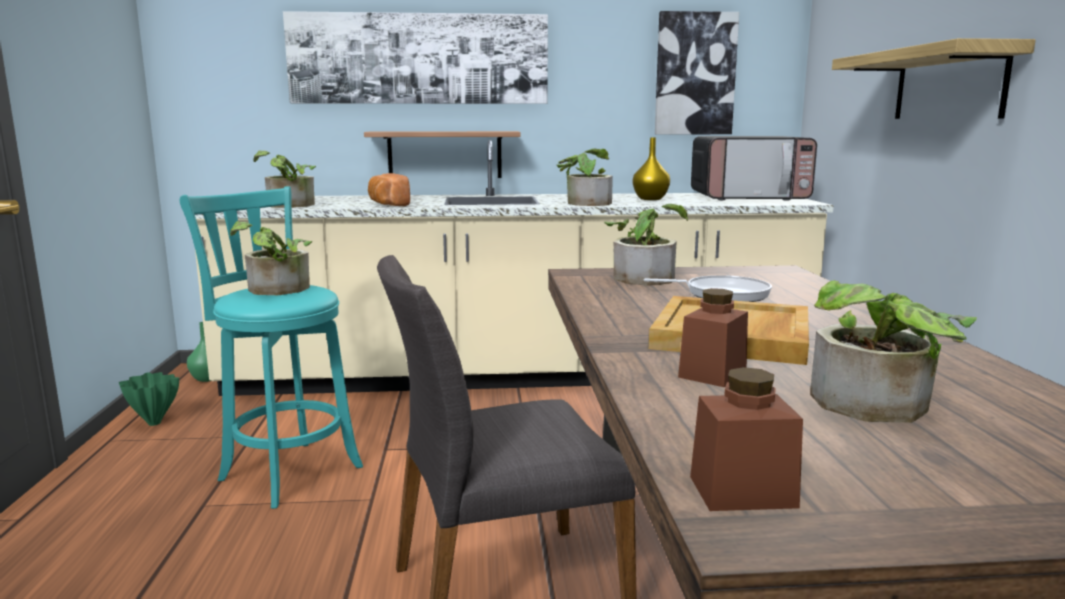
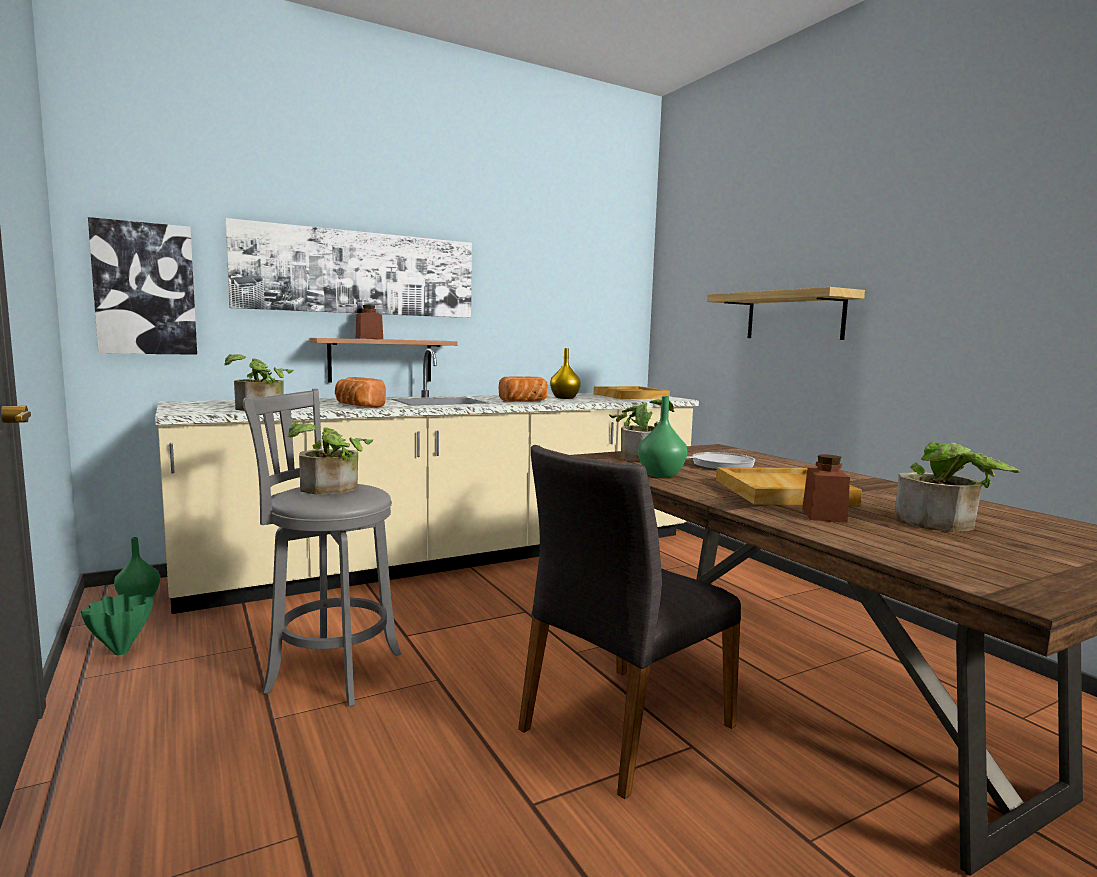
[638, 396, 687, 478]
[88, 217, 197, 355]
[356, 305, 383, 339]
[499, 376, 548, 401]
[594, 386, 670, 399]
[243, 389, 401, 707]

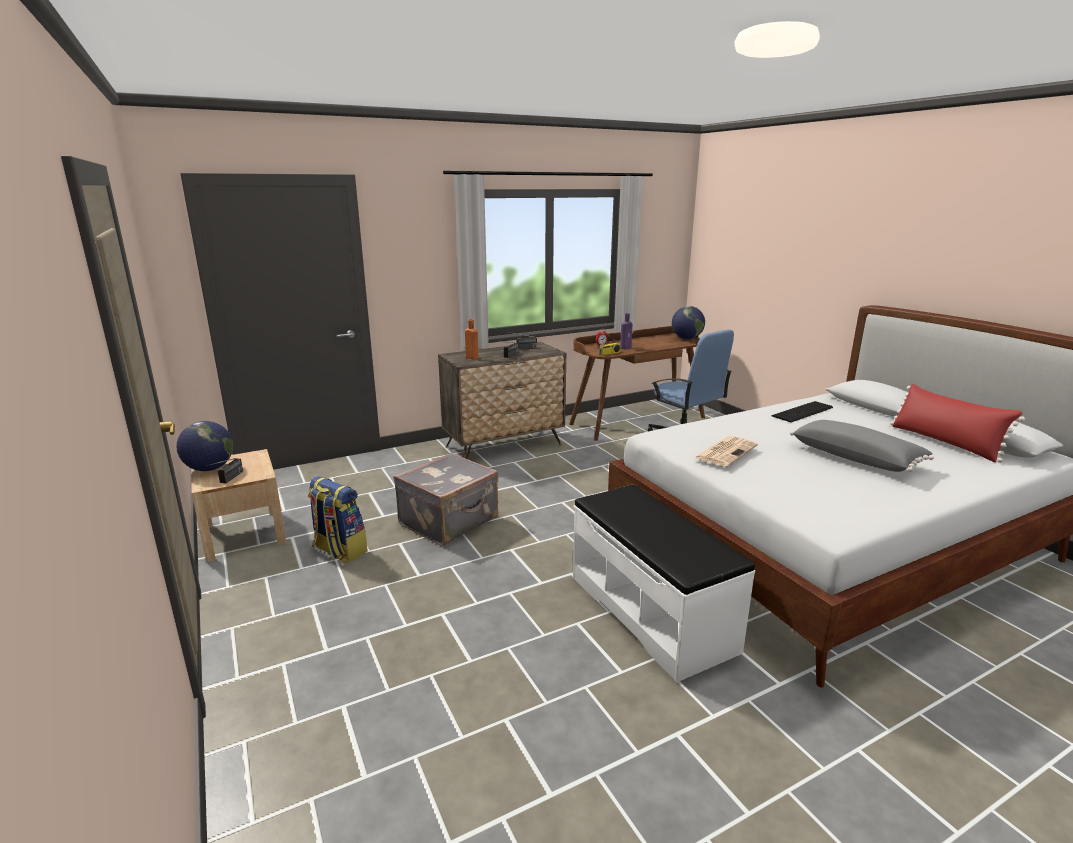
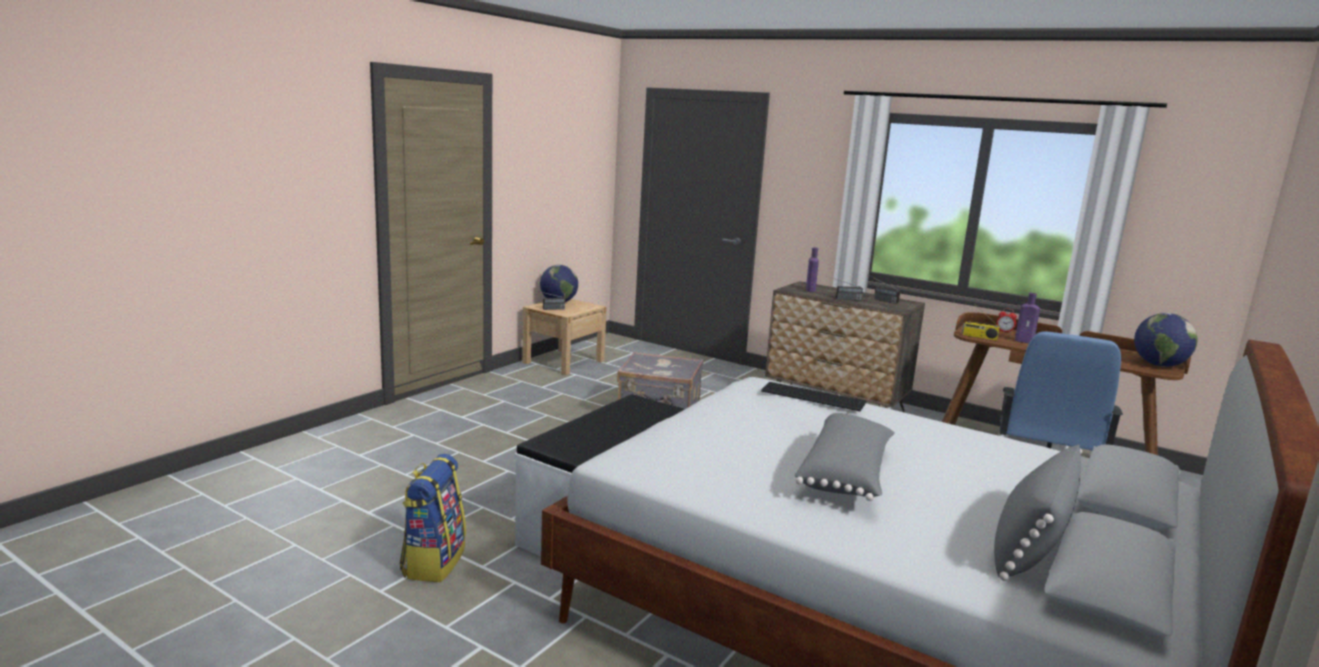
[694, 436, 758, 467] (first image)
[400, 454, 466, 582]
[761, 382, 867, 411]
[806, 247, 819, 292]
[994, 445, 1082, 581]

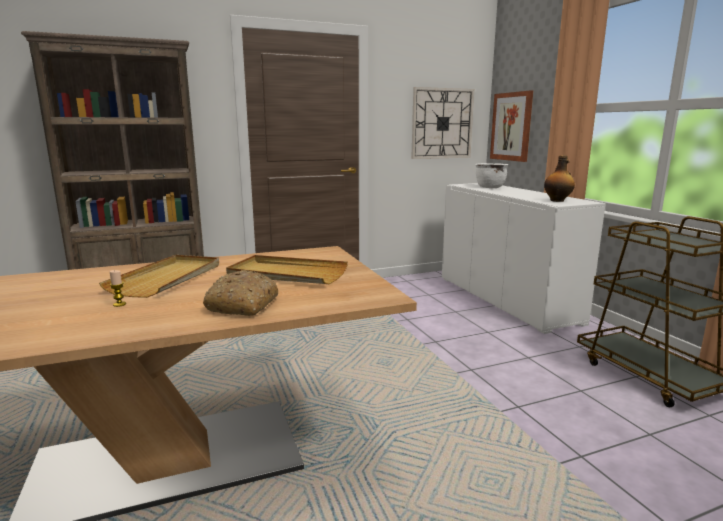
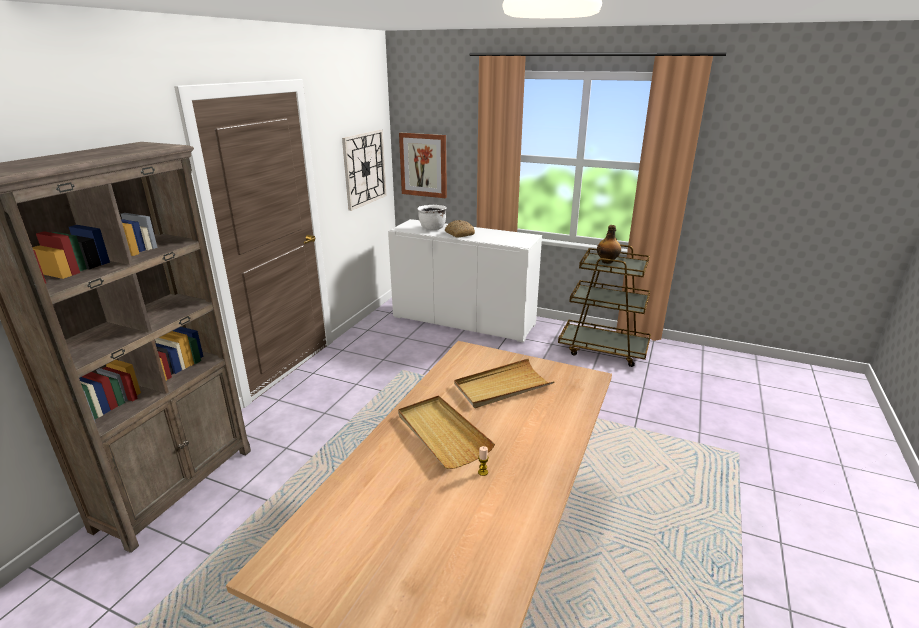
[445, 220, 475, 238]
[597, 225, 621, 264]

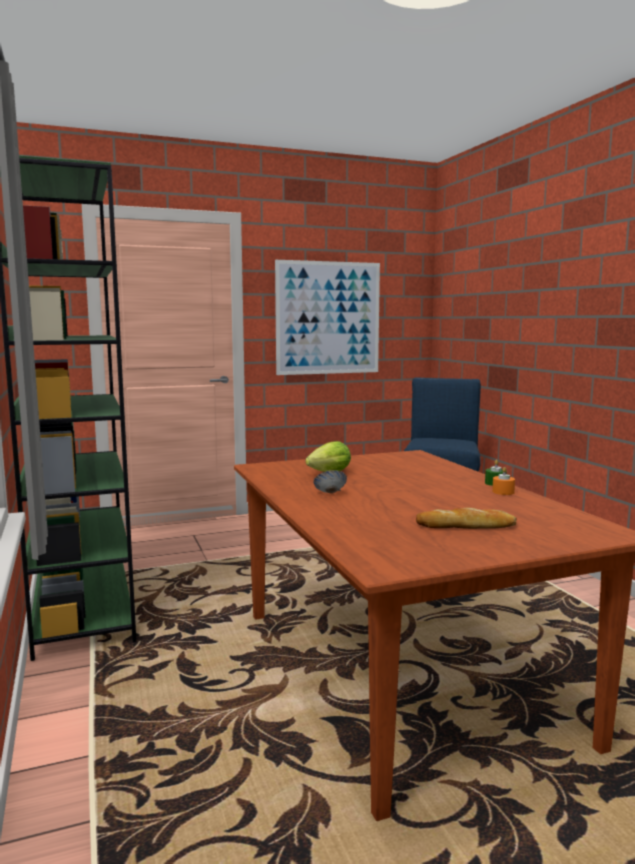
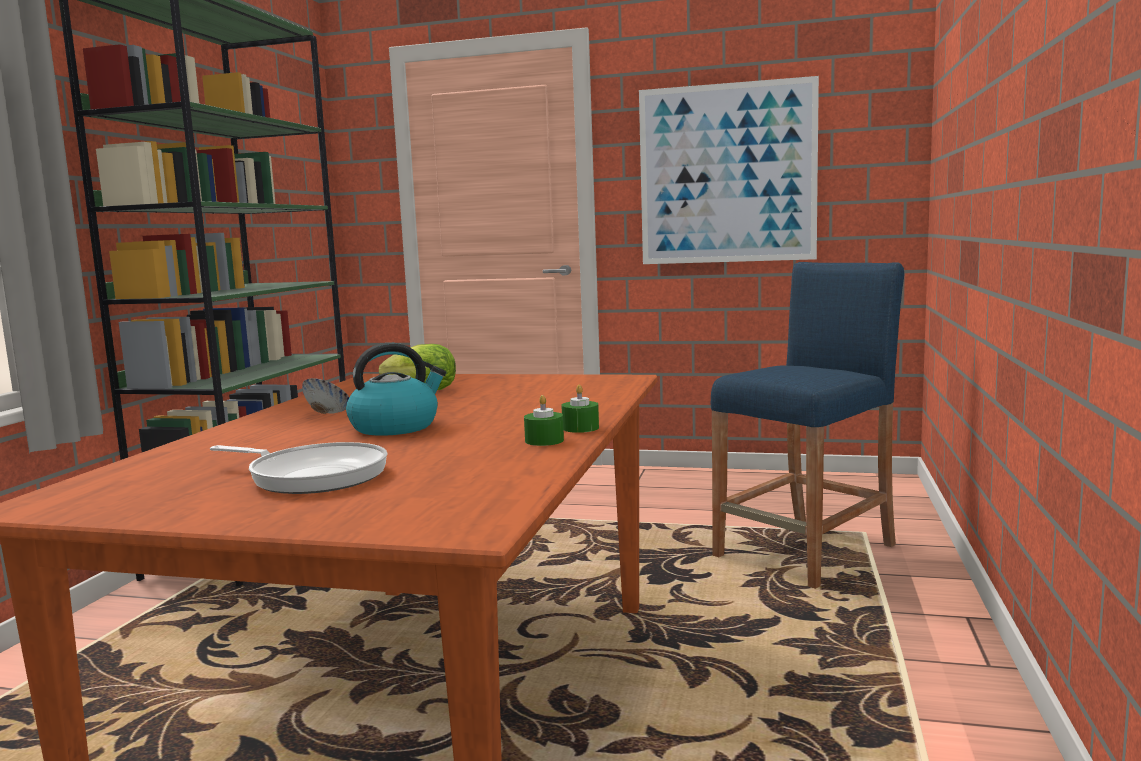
[346, 343, 446, 436]
[210, 442, 388, 494]
[524, 395, 564, 446]

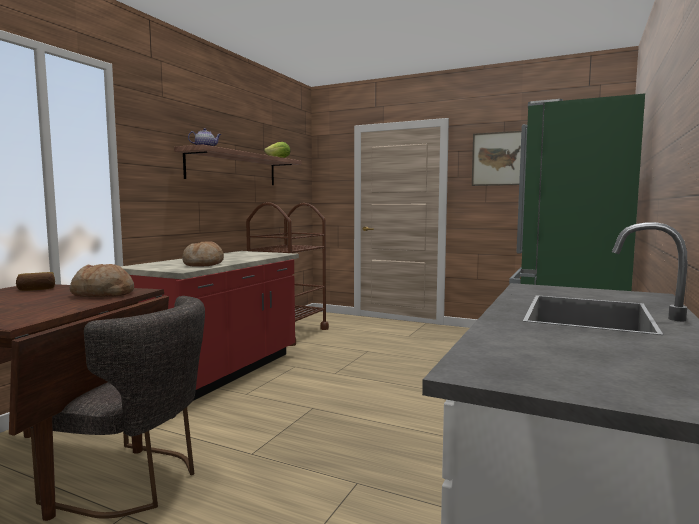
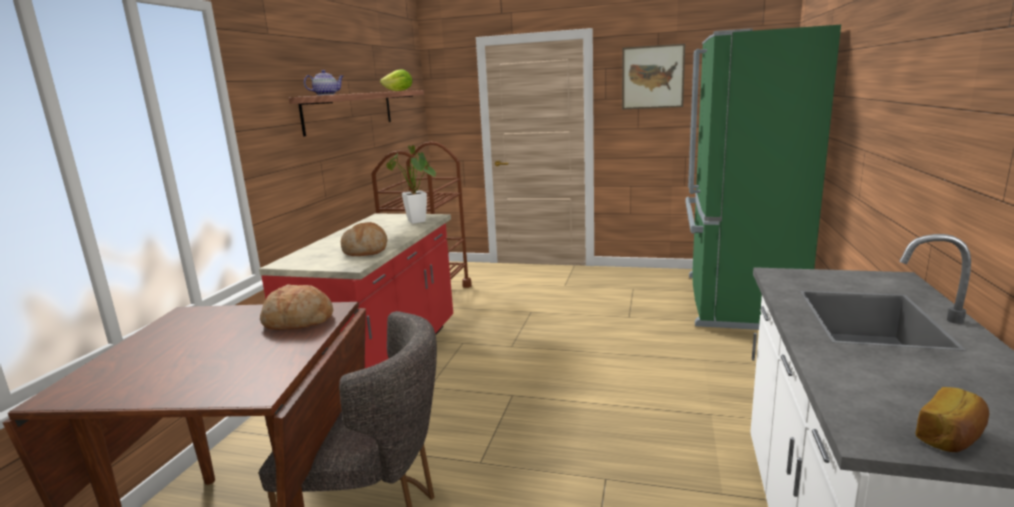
[386, 146, 436, 224]
[915, 387, 989, 452]

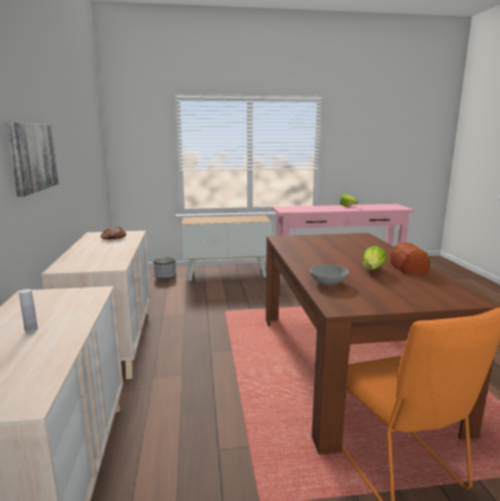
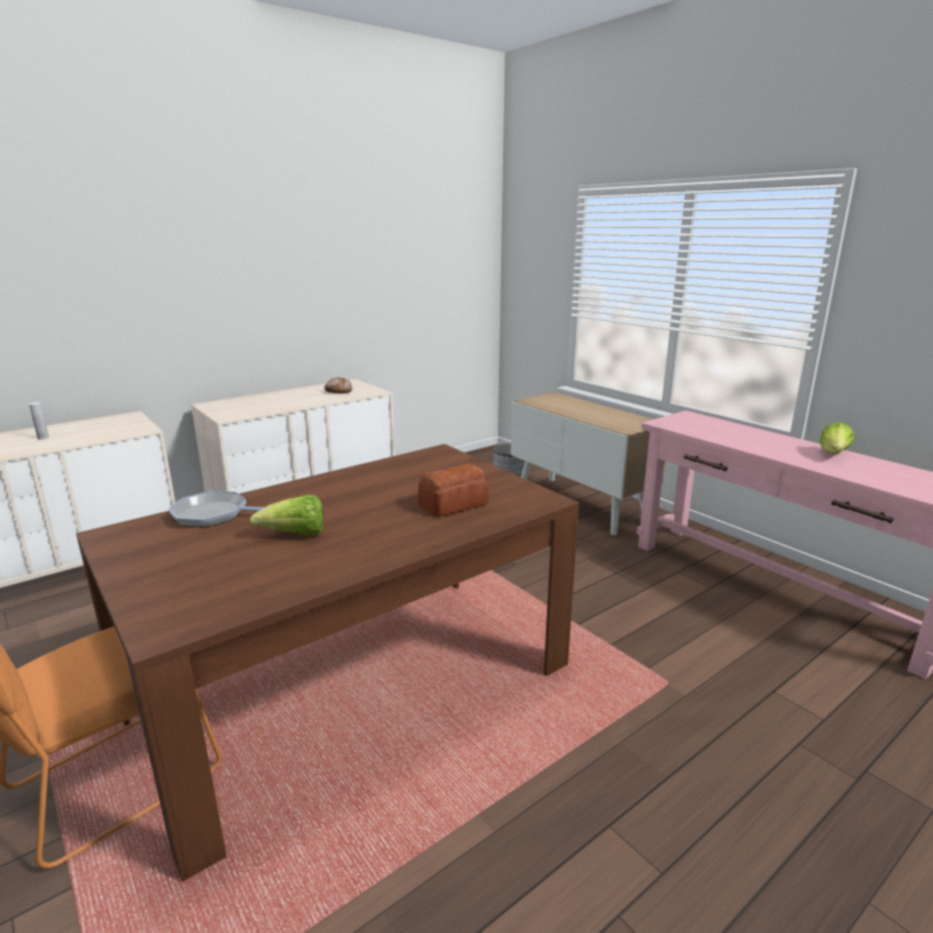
[6, 122, 59, 197] (first image)
[418, 463, 488, 517]
[168, 491, 264, 527]

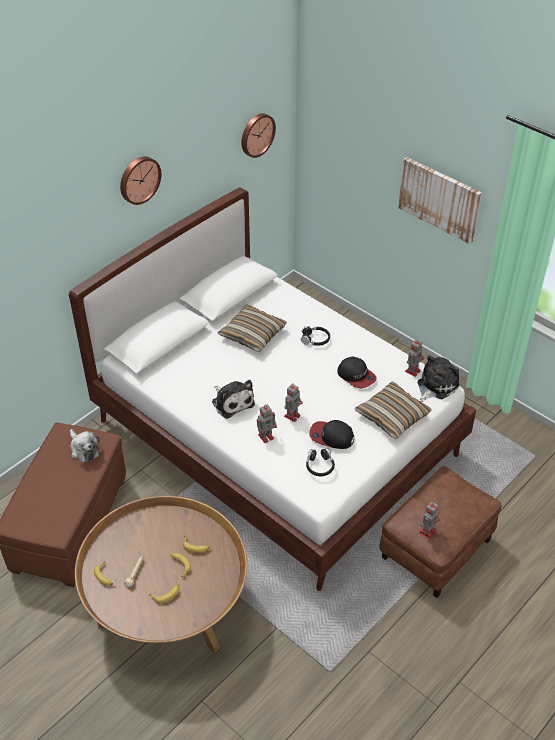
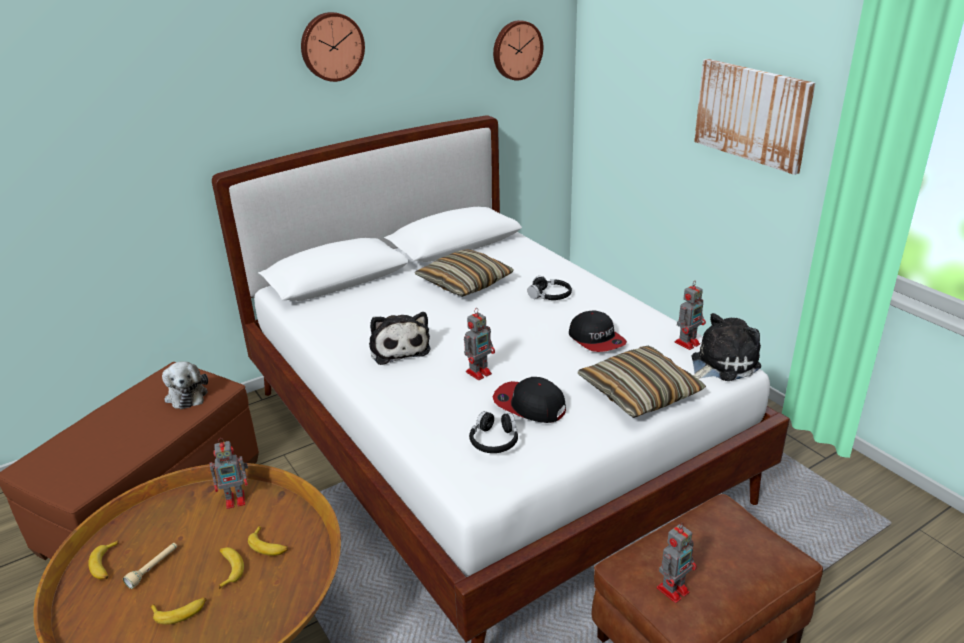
[209, 438, 248, 509]

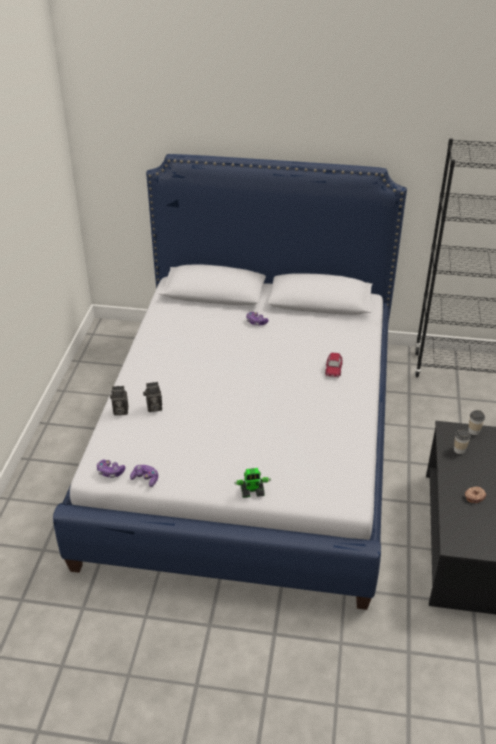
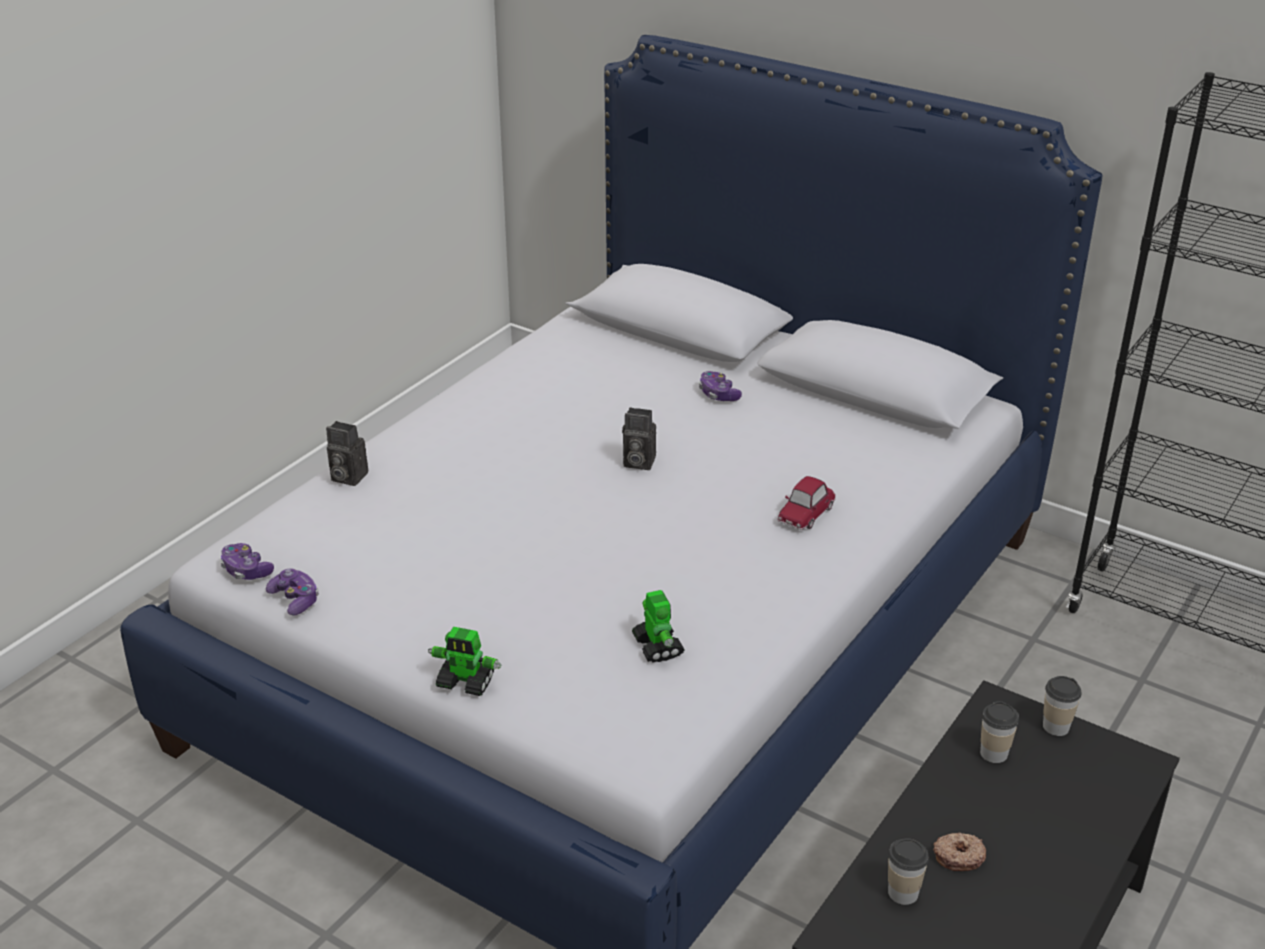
[632, 590, 684, 663]
[888, 838, 929, 905]
[622, 407, 656, 470]

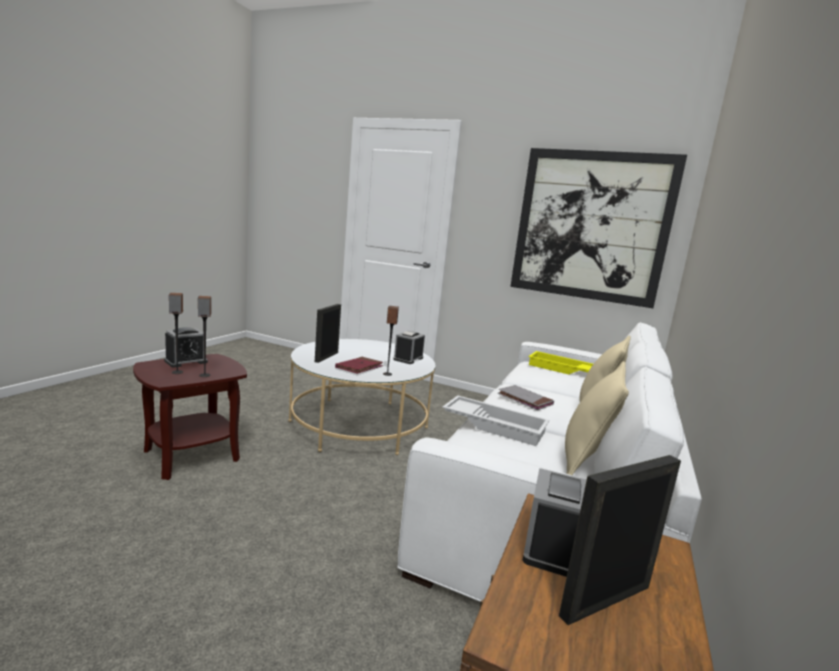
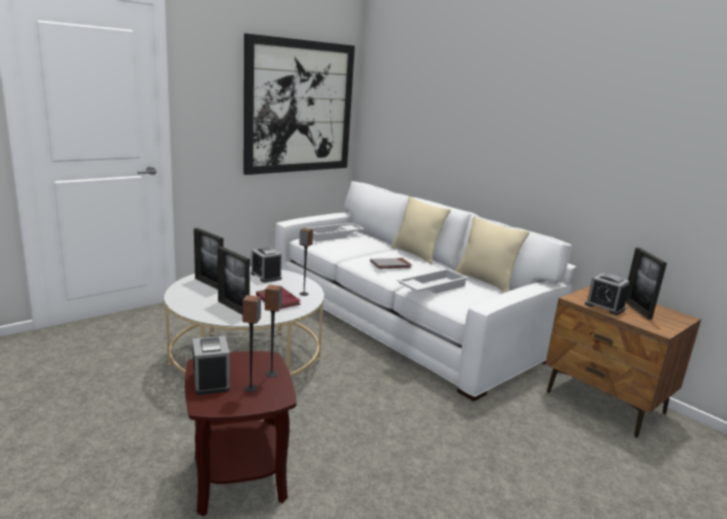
[194, 228, 223, 290]
[309, 223, 365, 242]

